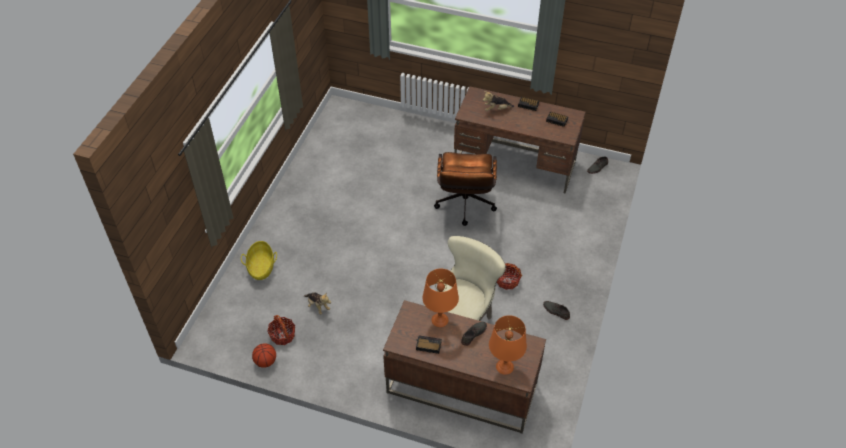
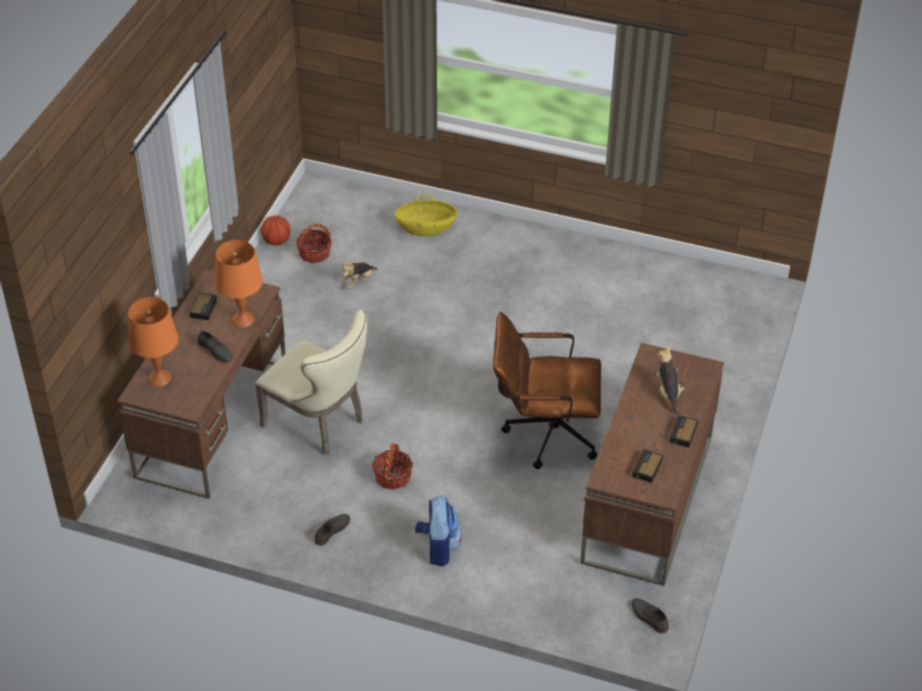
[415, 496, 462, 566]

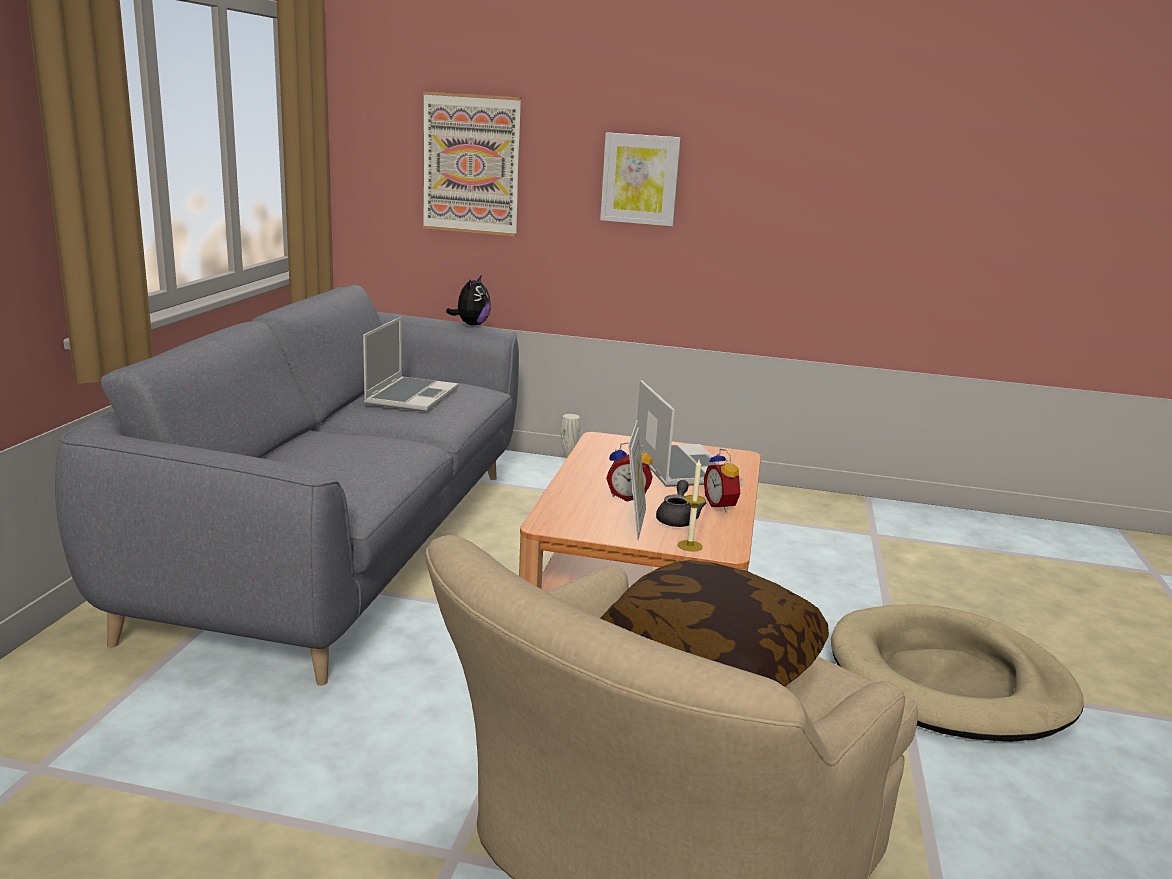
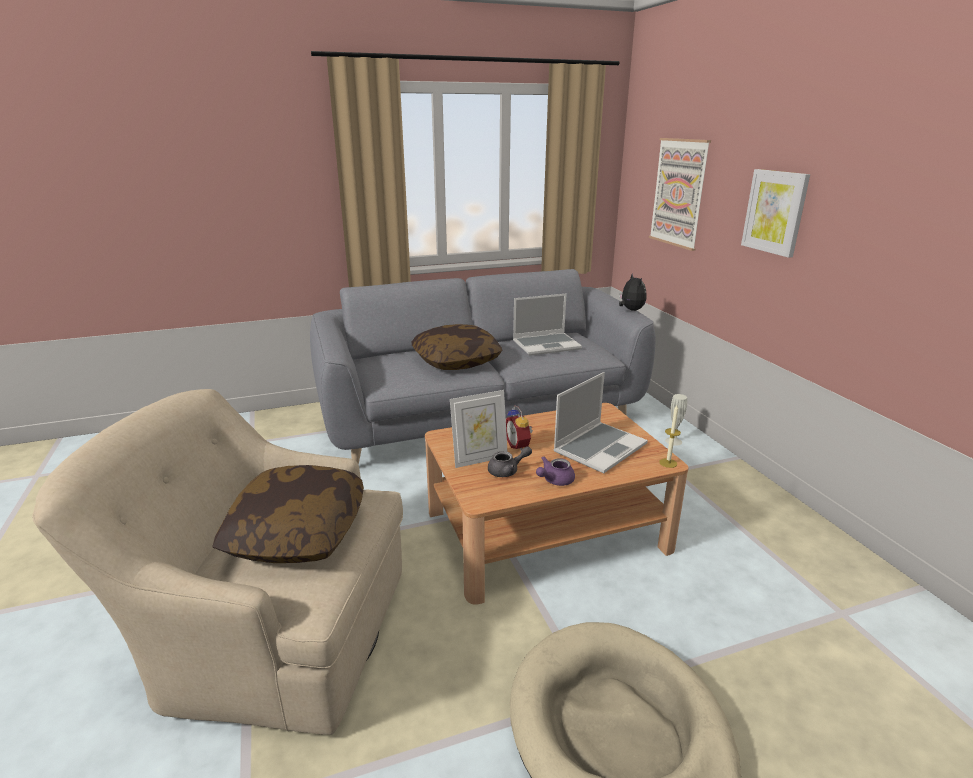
[412, 324, 502, 370]
[659, 405, 681, 468]
[536, 456, 575, 486]
[619, 273, 646, 311]

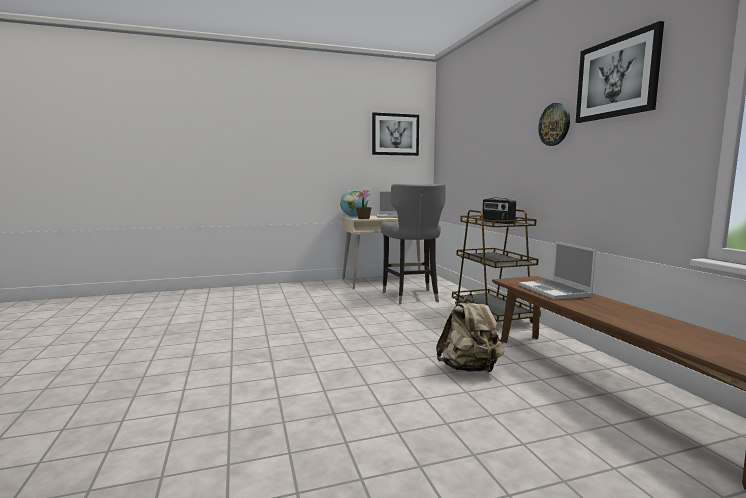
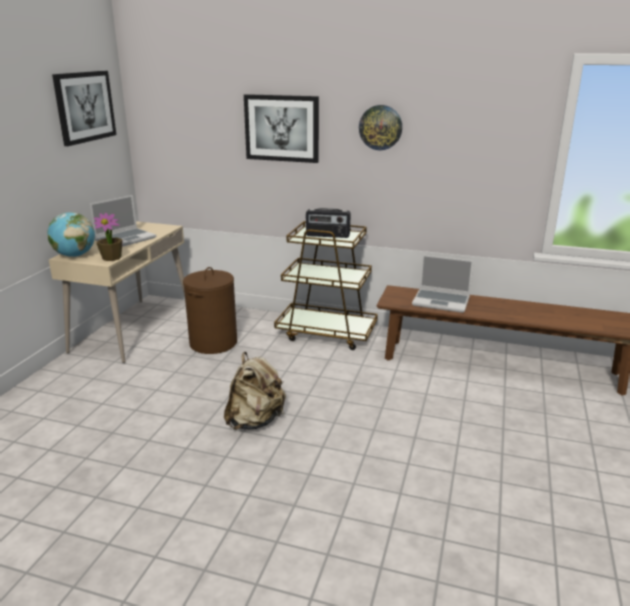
[224, 352, 286, 430]
[244, 94, 319, 163]
[183, 267, 237, 354]

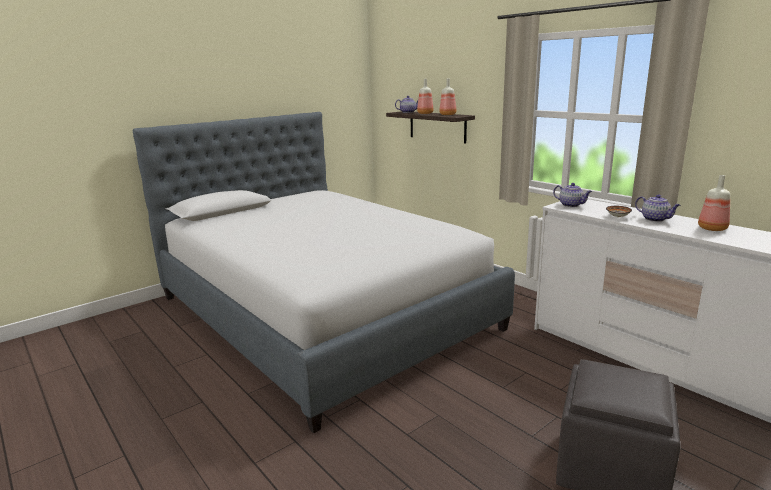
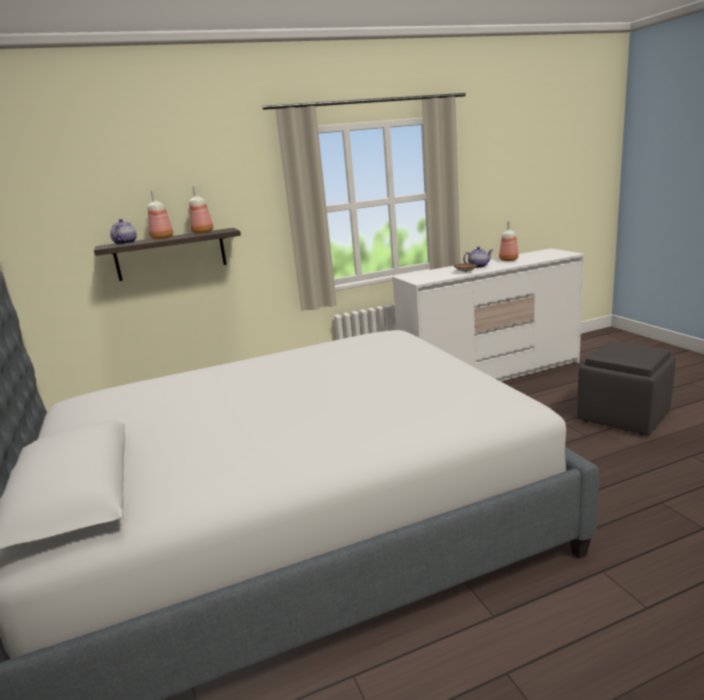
[553, 183, 592, 207] (first image)

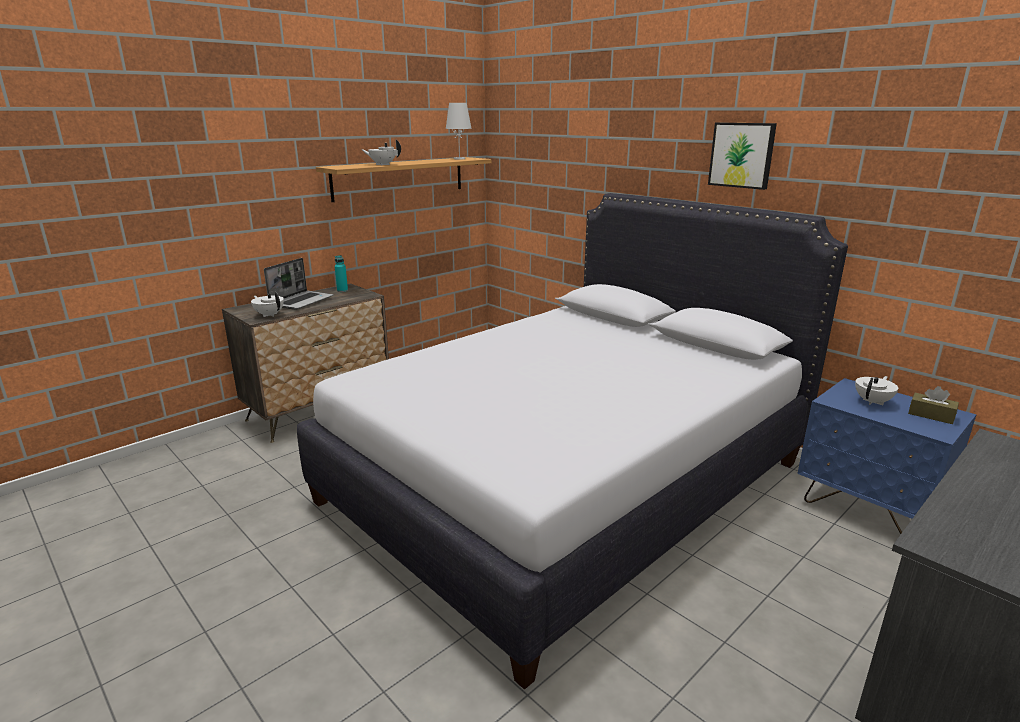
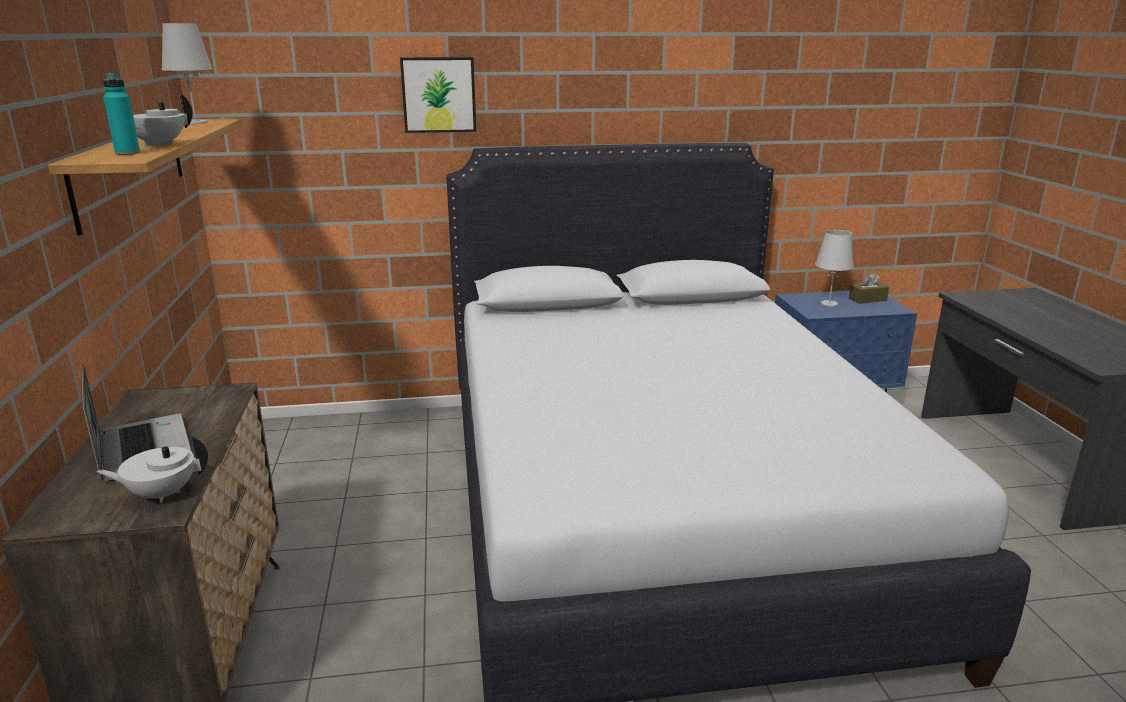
[103, 73, 140, 155]
[400, 57, 476, 133]
[815, 230, 854, 307]

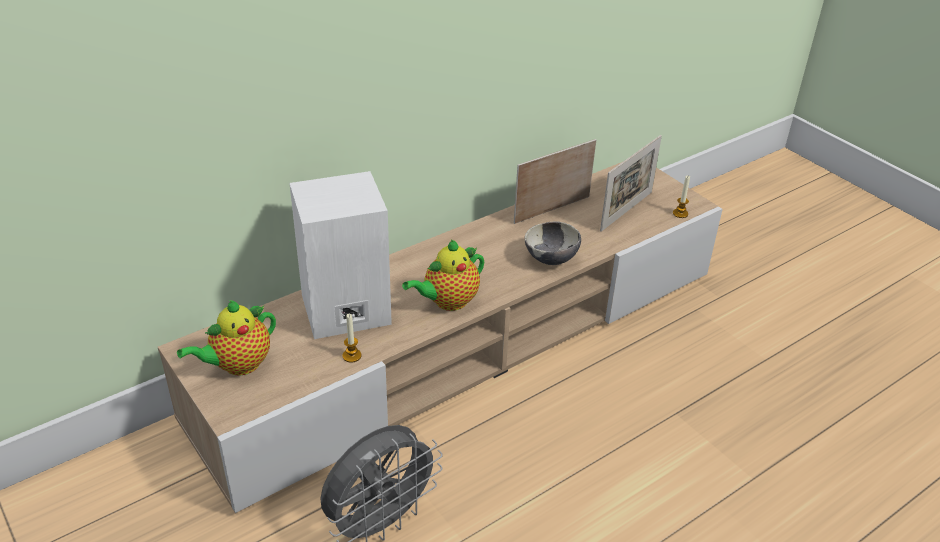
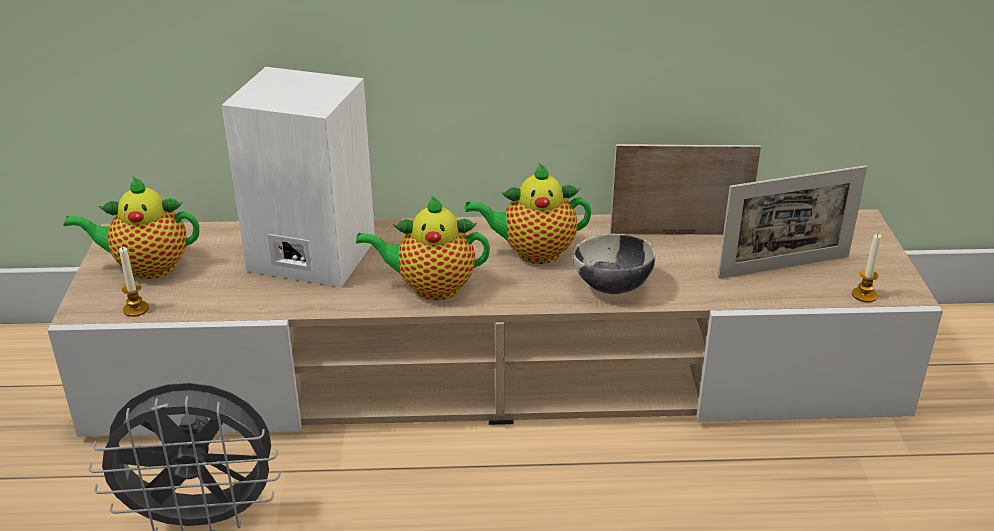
[465, 163, 591, 264]
[119, 247, 149, 317]

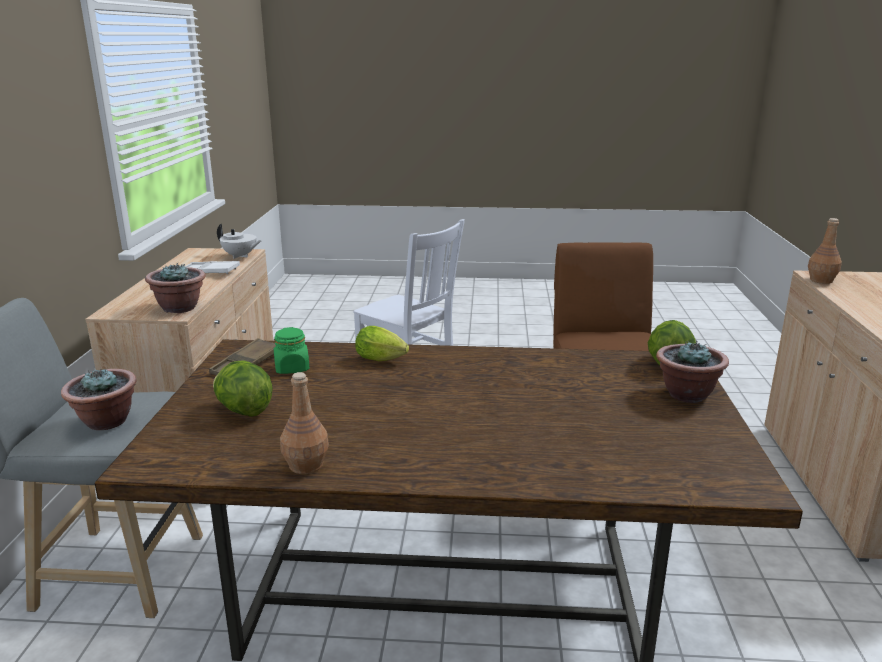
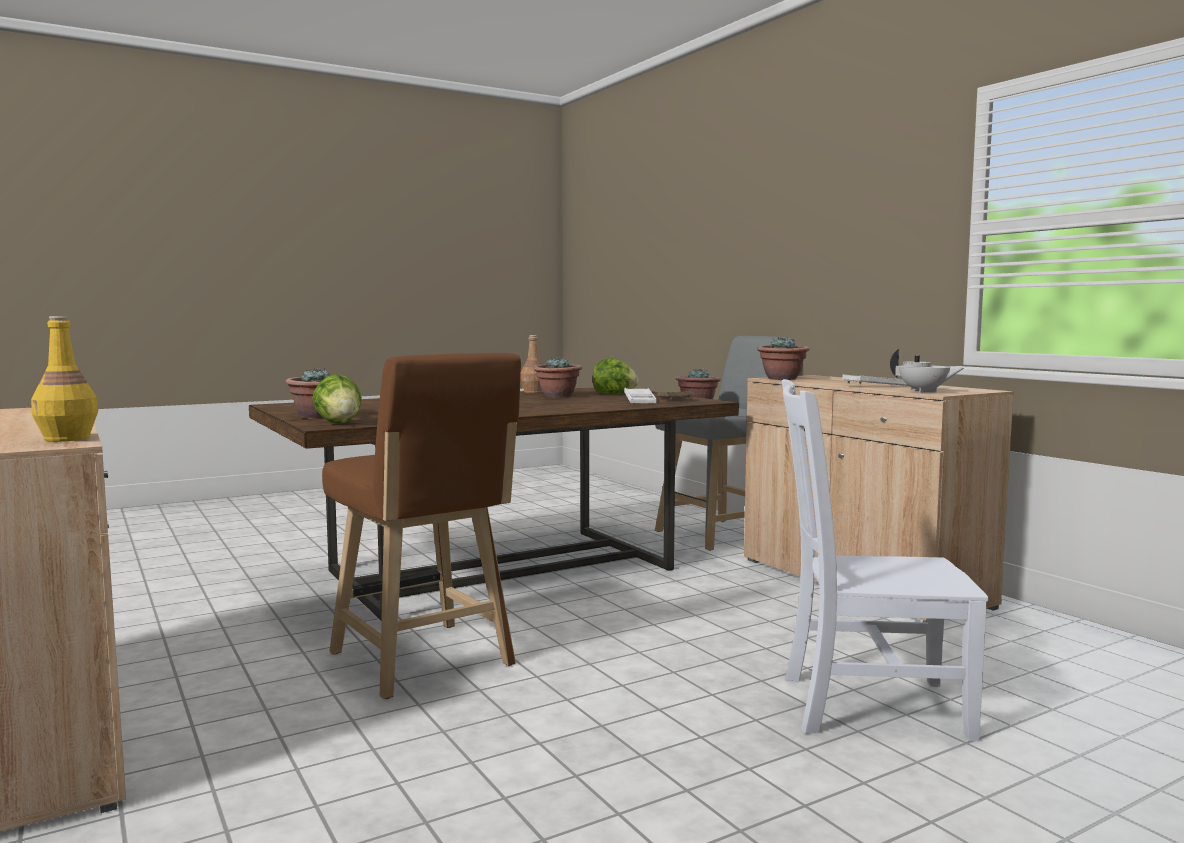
[355, 326, 409, 361] (first image)
[533, 357, 582, 398]
[624, 388, 657, 404]
[31, 316, 98, 442]
[890, 349, 964, 393]

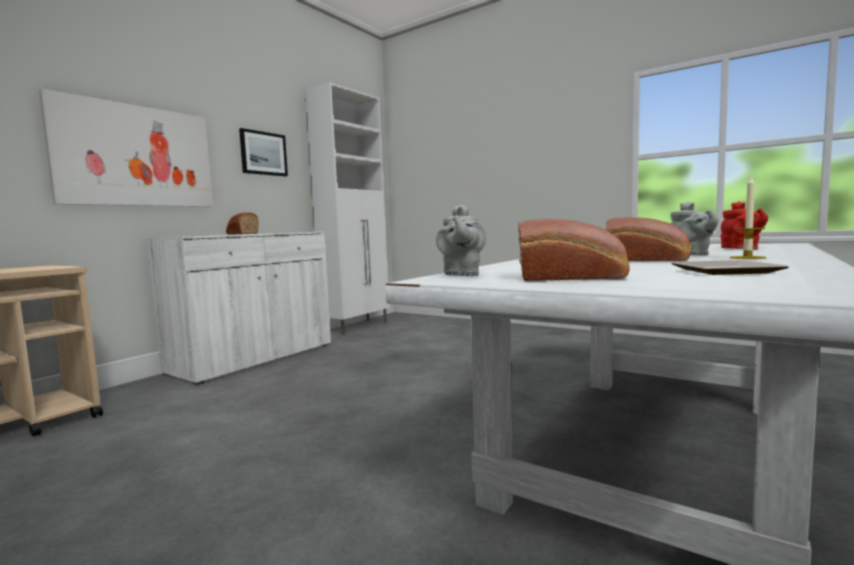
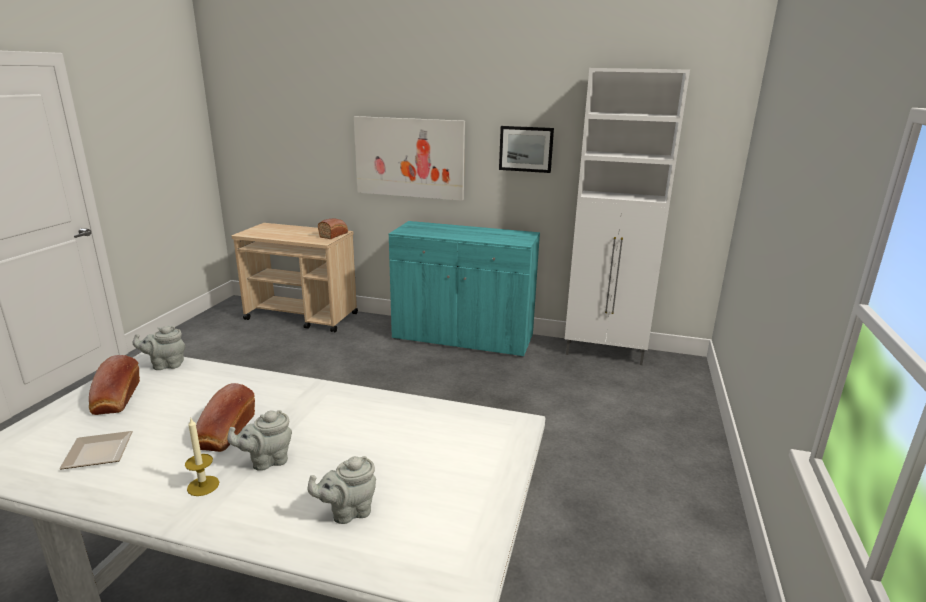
[318, 218, 348, 239]
[389, 221, 540, 357]
[308, 456, 376, 524]

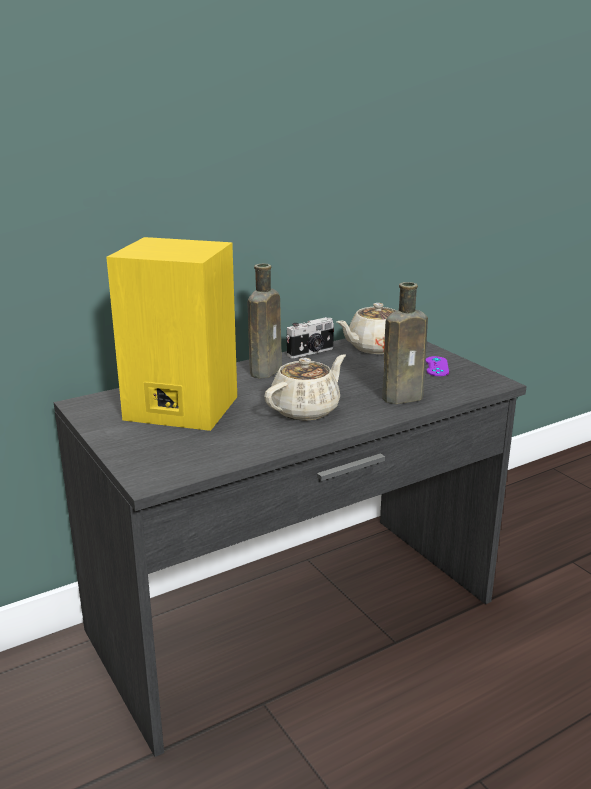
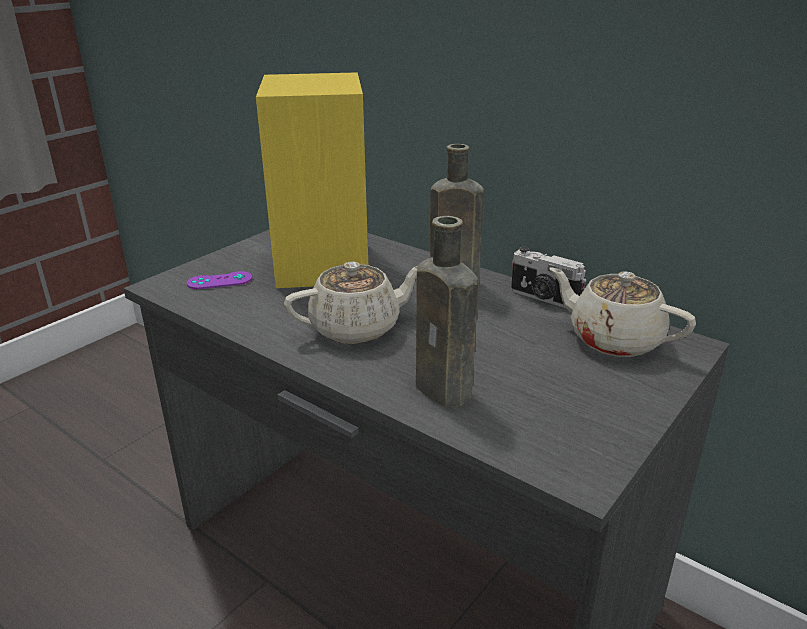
[187, 271, 253, 289]
[284, 261, 417, 344]

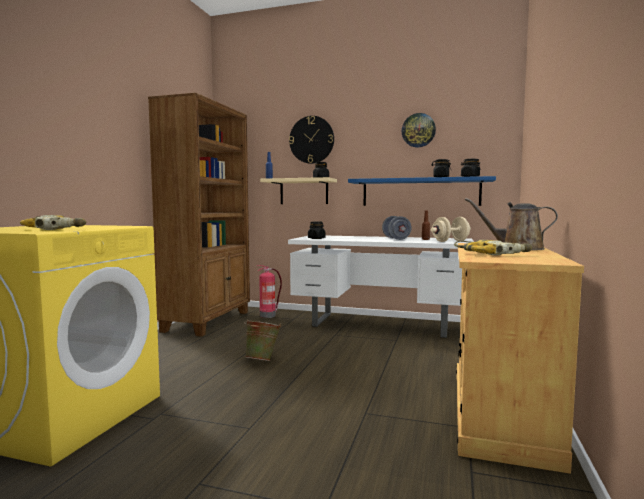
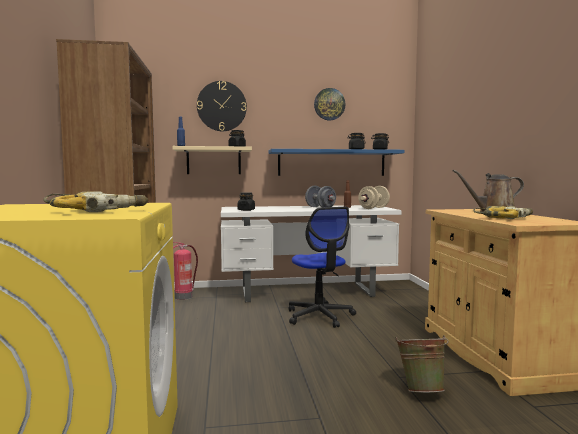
[289, 207, 356, 328]
[395, 335, 449, 393]

